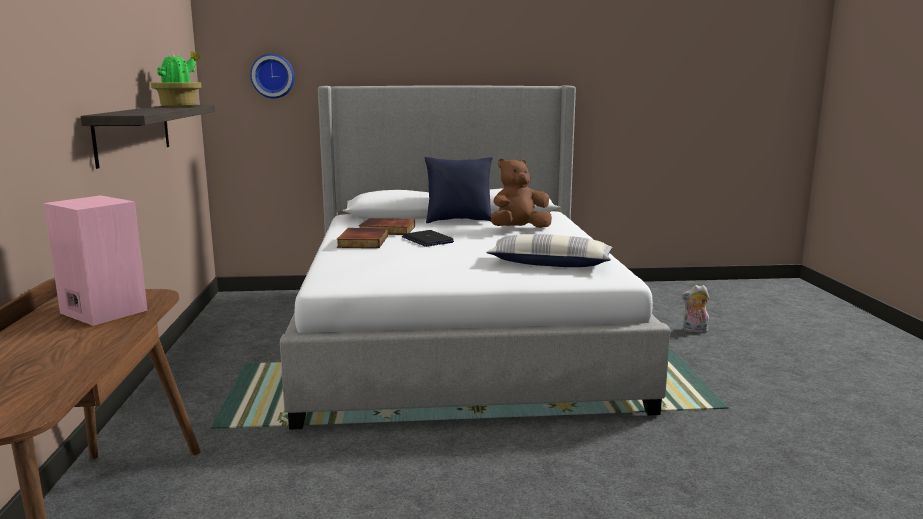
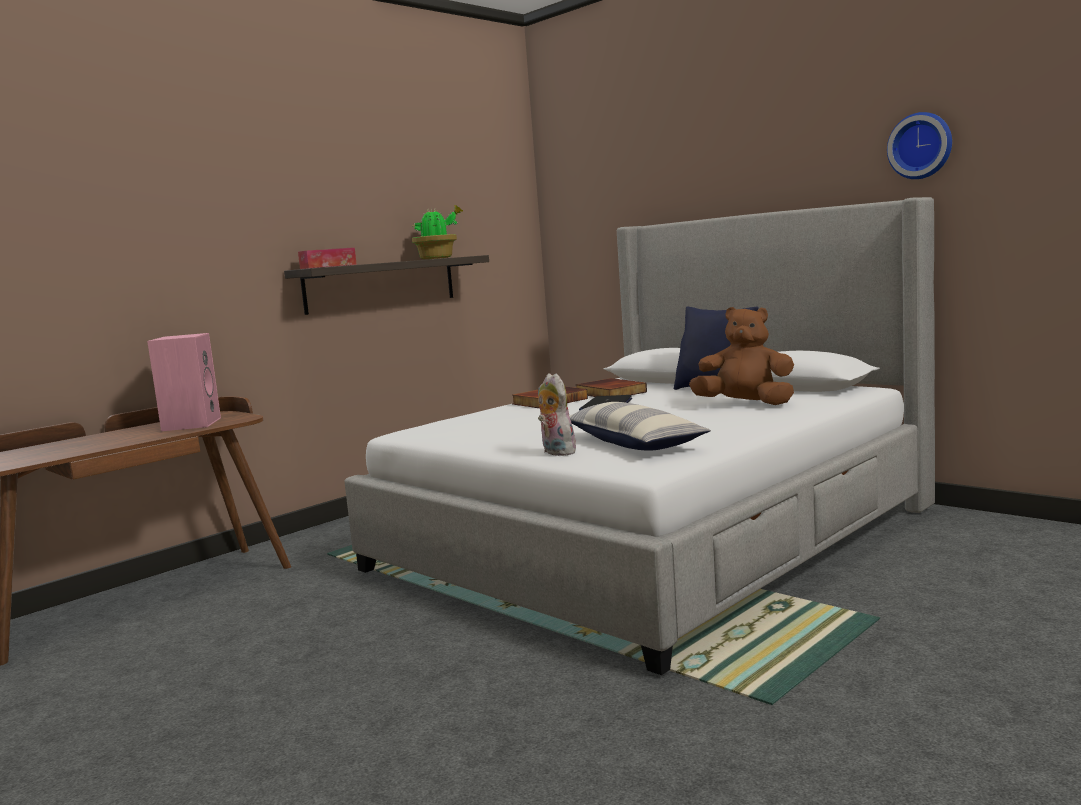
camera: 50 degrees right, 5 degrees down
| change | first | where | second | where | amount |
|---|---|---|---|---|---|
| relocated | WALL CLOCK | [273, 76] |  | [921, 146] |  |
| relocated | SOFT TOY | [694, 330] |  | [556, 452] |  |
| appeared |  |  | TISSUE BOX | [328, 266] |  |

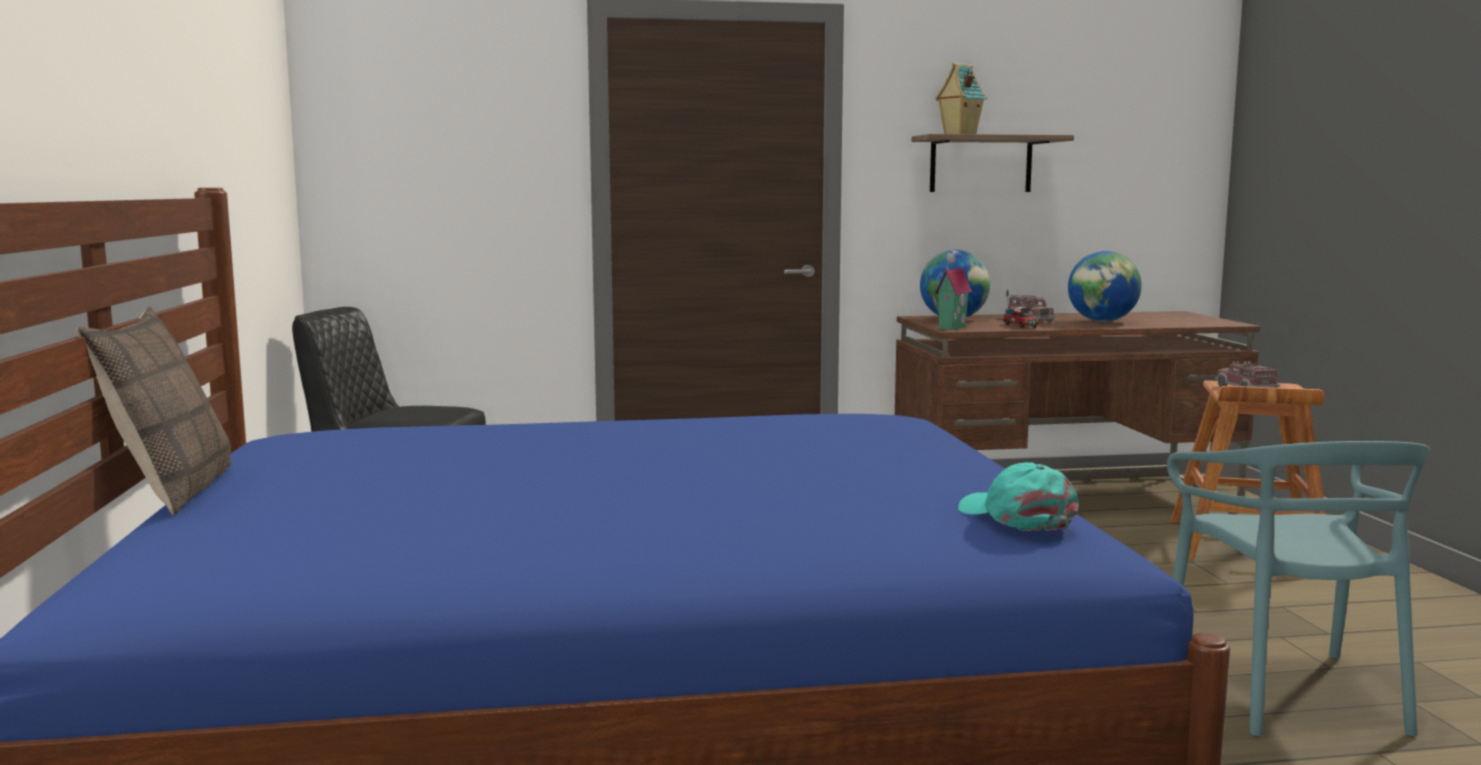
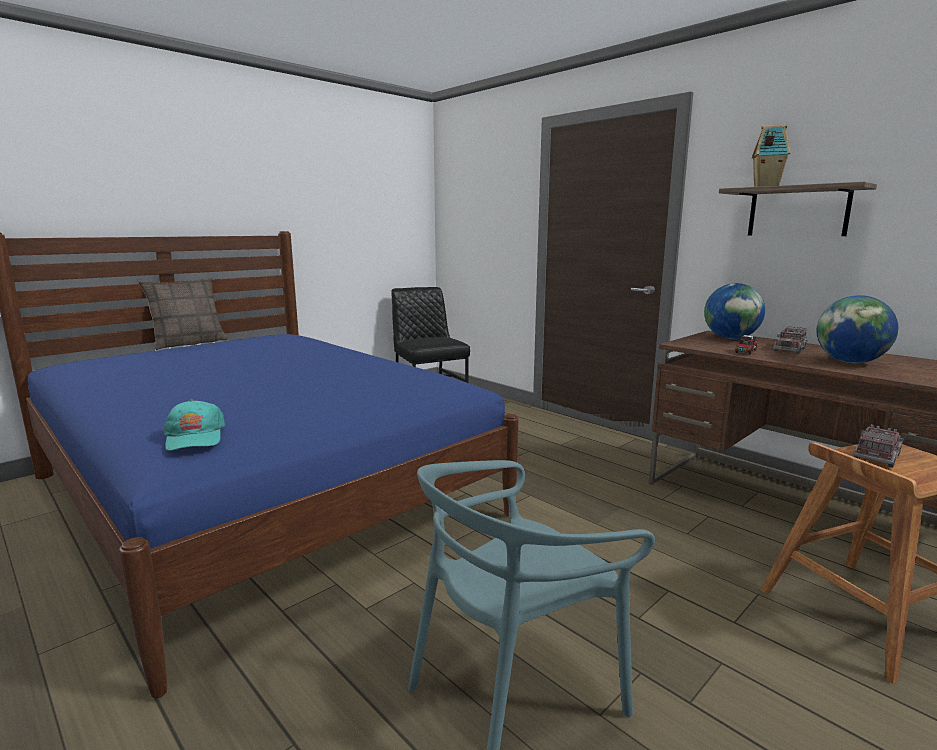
camera: 55 degrees right, 5 degrees up
| change | first | where | second | where | amount |
|---|---|---|---|---|---|
| missing | MODEL HOUSE | [950, 327] |  |  |  |
| spun | TURQUOISE-COLOURED PEAKED CAP | [1017, 517] |  | [195, 437] | 135 degrees clockwise |

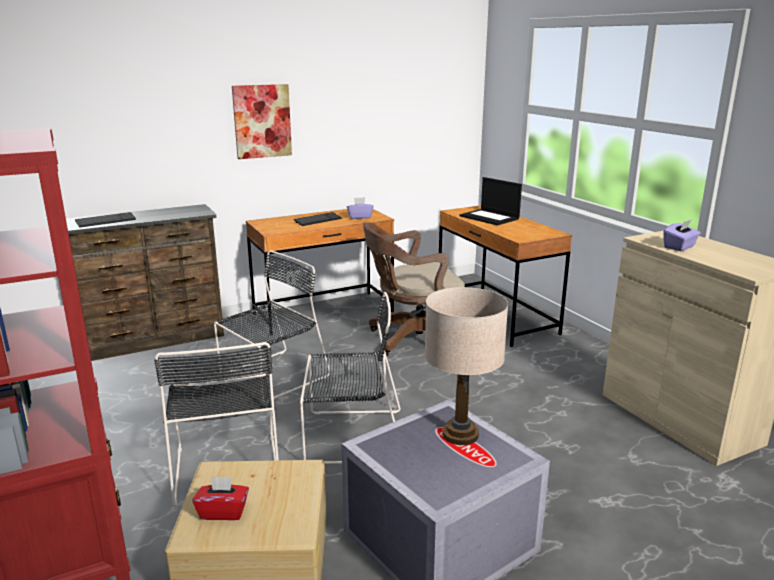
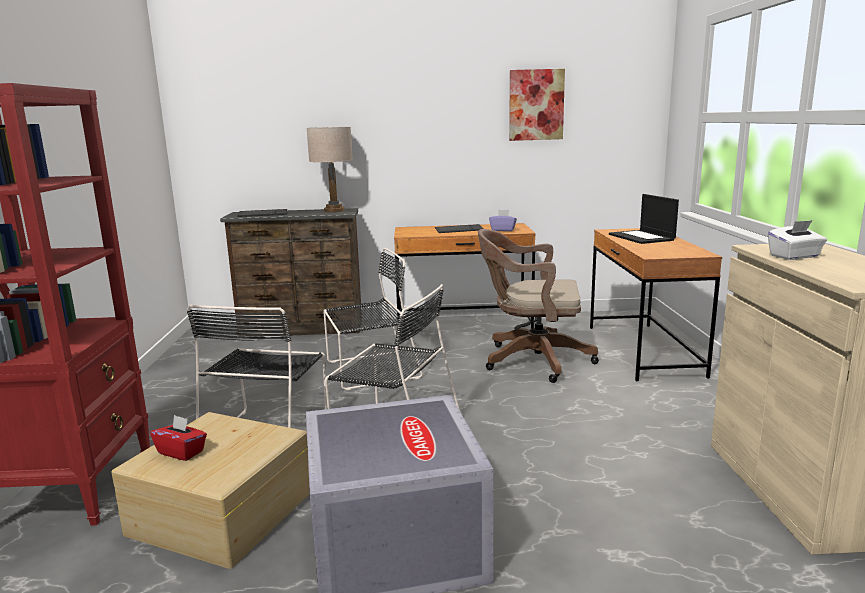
camera: 25 degrees right, 5 degrees down
| change | first | where | second | where | amount |
|---|---|---|---|---|---|
| relocated | PICTURE | [262, 121] |  | [536, 105] |  |
| colour | PURPLE TISSUE BOX | [679, 247] | WHITE-COLOURED TISSUE BOX | [794, 256] |  |
| relocated | BEIGE TABLE LAMP | [460, 435] |  | [334, 210] |  |

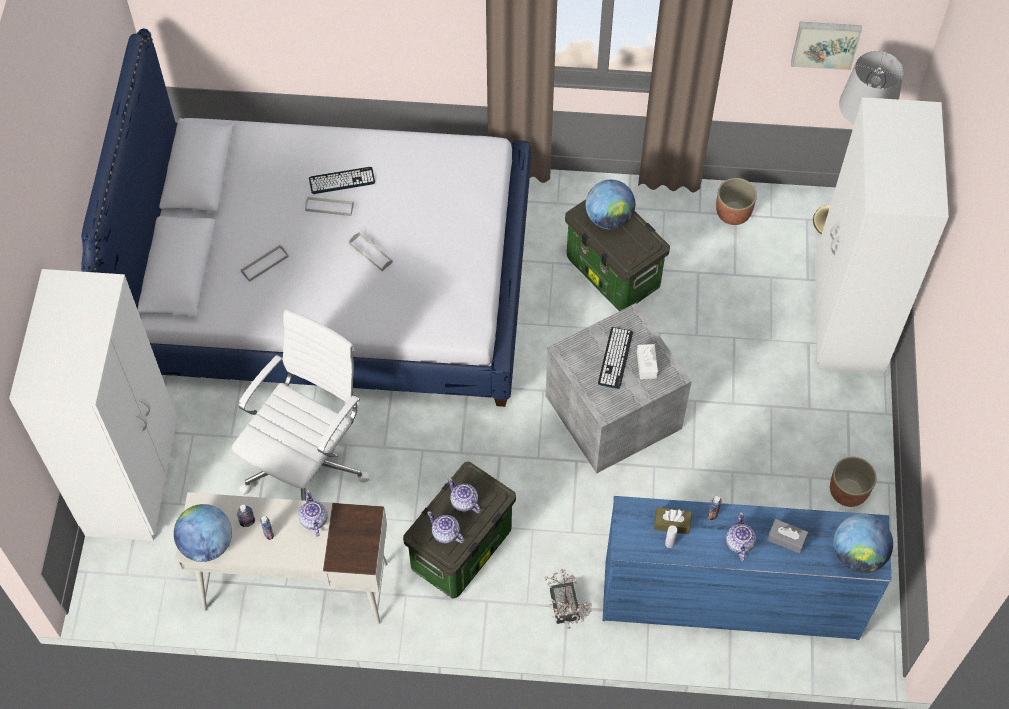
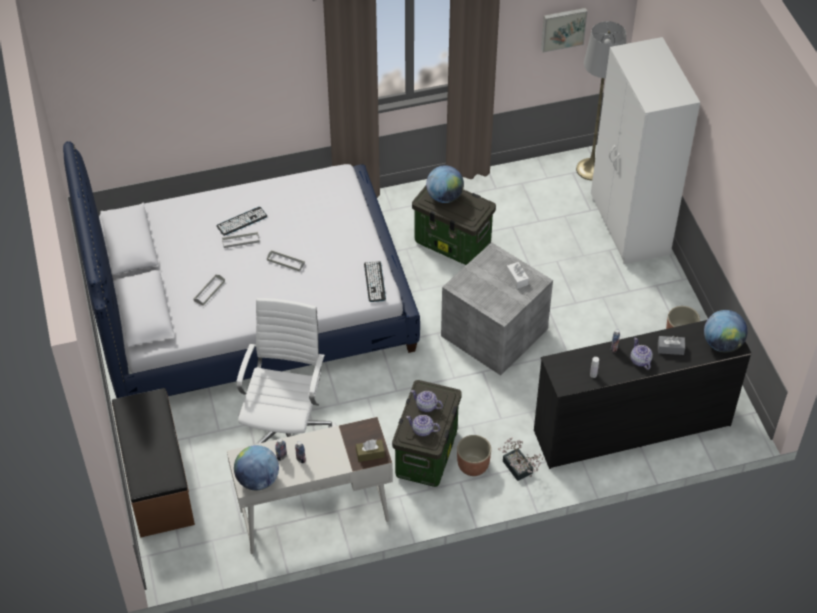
camera: 20 degrees left, 10 degrees down
| change | first | where | second | where | amount |
|---|---|---|---|---|---|
| relocated | FLOWER POT | [733, 213] |  | [472, 465] |  |
| exchanged | WHITE-COLOURED ARMOIRE | [133, 478] | BROWN INDOOR BENCH | [156, 480] |  |
| relocated | COMPUTER KEYBOARD | [615, 358] |  | [374, 282] |  |
| missing | POT FOR TEA | [313, 520] |  |  |  |
| colour | BLUISH DRESSER | [729, 599] | BLACK-COLOURED DRESSER | [631, 427] |  |
| relocated | BROWN TISSUE BOX | [672, 523] |  | [370, 454] |  |

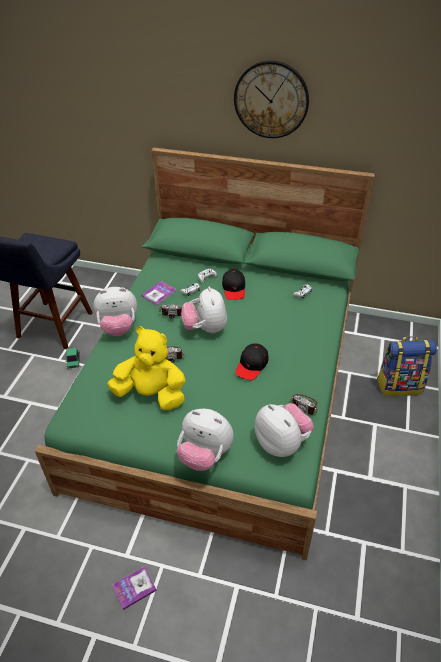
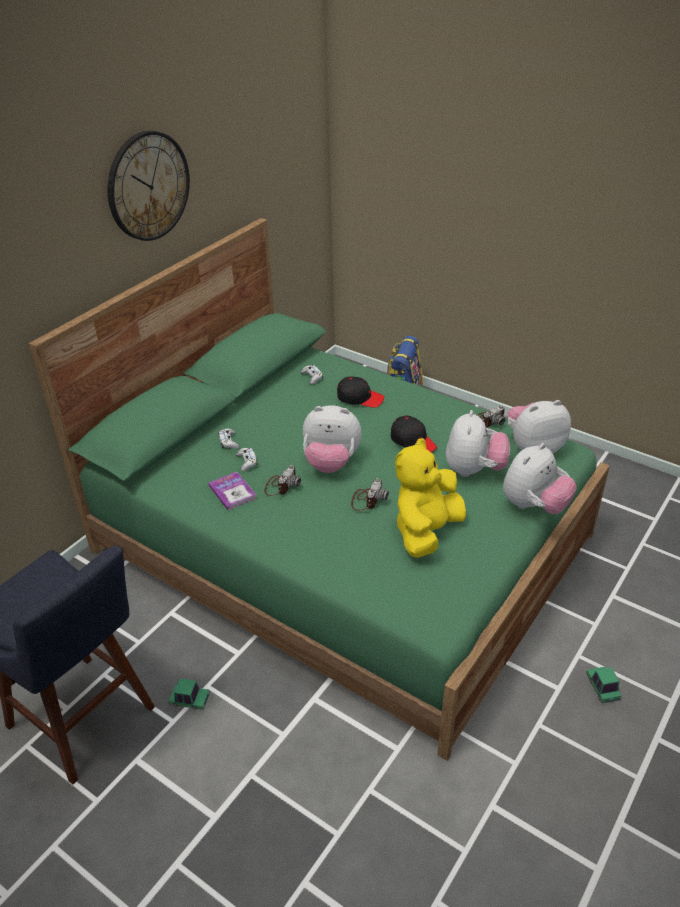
camera: 70 degrees left, 5 degrees down
| change | first | where | second | where | amount |
|---|---|---|---|---|---|
| relocated | BLACK-COLOURED PEAKED CAP | [234, 288] |  | [359, 398] |  |
| relocated | SOFT TOY | [118, 327] |  | [474, 470] |  |
| exchanged | VOLUME | [134, 588] | TOY CAR | [602, 688] |  |

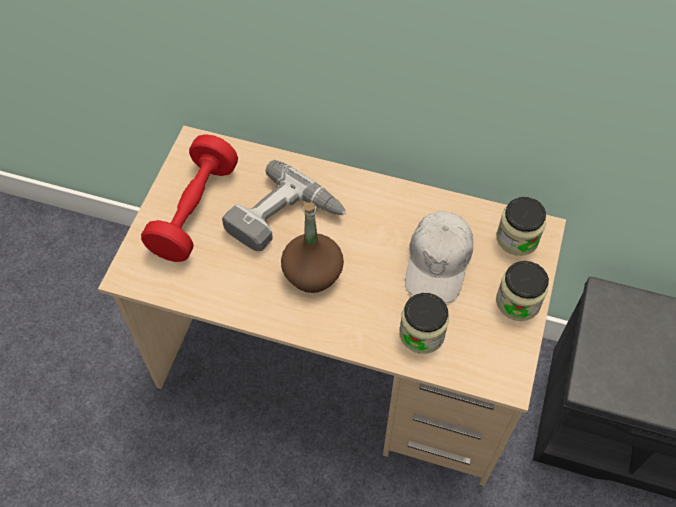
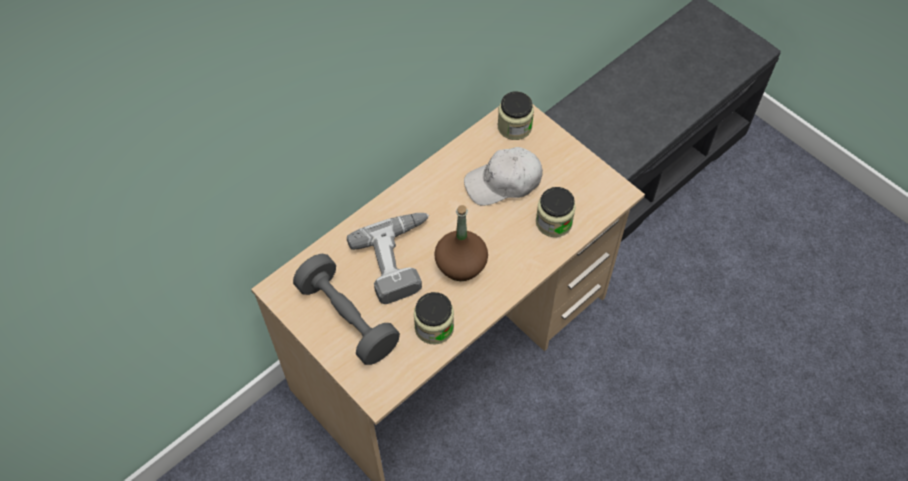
camera: 60 degrees left, 0 degrees up
| change | first | where | second | where | amount |
|---|---|---|---|---|---|
| colour | REDDISH HAND WEIGHT | [194, 211] | GRAY HAND WEIGHT | [347, 318] |  |
| spun | WHITE-COLOURED PEAKED CAP | [438, 262] |  | [503, 182] | 120 degrees clockwise |
| relocated | JAR | [518, 302] |  | [434, 327] |  |

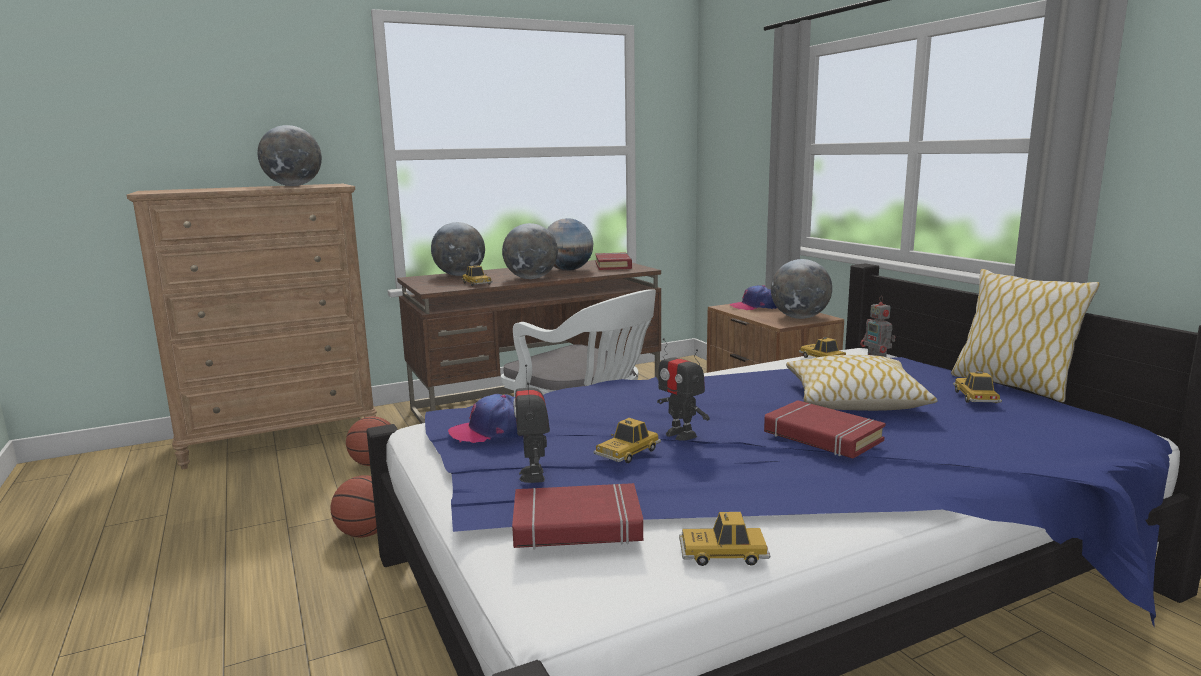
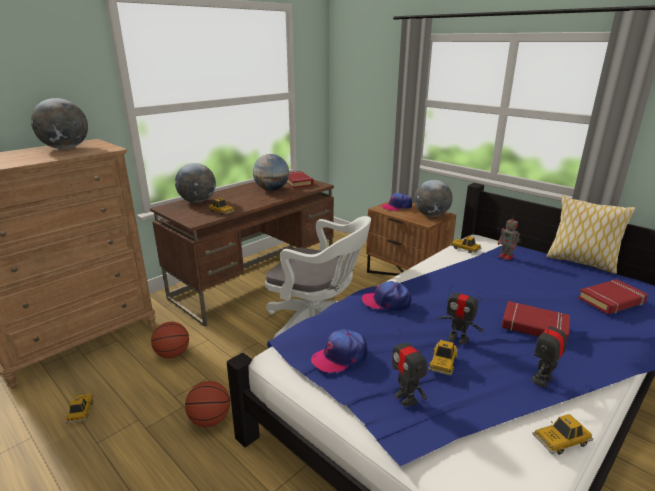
camera: 20 degrees left, 10 degrees up
| change | first | where | second | where | amount |
|---|---|---|---|---|---|
| missing | DESK GLOBE | [531, 278] |  |  |  |
| missing | PILLOW | [853, 400] |  |  |  |
| relocated | TOY CAR | [975, 397] |  | [81, 411] |  |
| relocated | REDDISH VOLUME | [577, 526] |  | [611, 301] |  |
| appeared |  |  | PEAKED CAP | [386, 302] |  |
| appeared |  |  | MODEL ROBOT | [542, 380] |  |

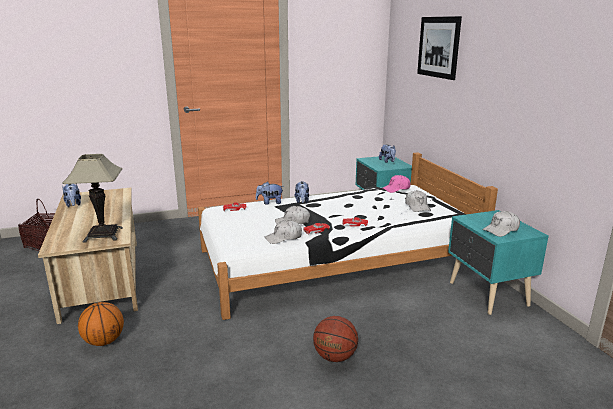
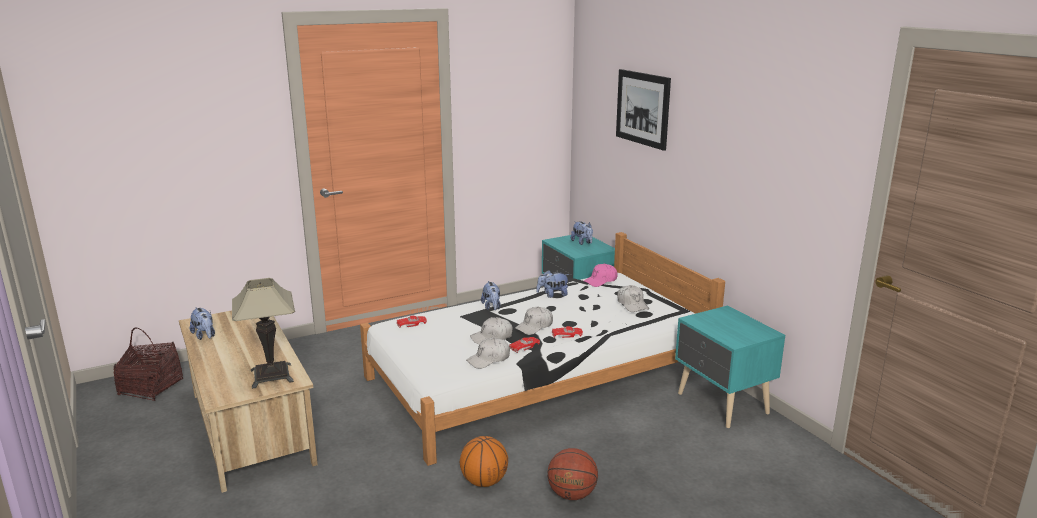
camera: 10 degrees left, 0 degrees up
| change | first | where | second | where | amount |
|---|---|---|---|---|---|
| relocated | SOFT TOY | [270, 202] |  | [552, 295] |  |
| relocated | WHITE-COLOURED PEAKED CAP | [501, 230] |  | [534, 327] |  |
| relocated | BASKETBALL | [104, 341] |  | [484, 481] |  |

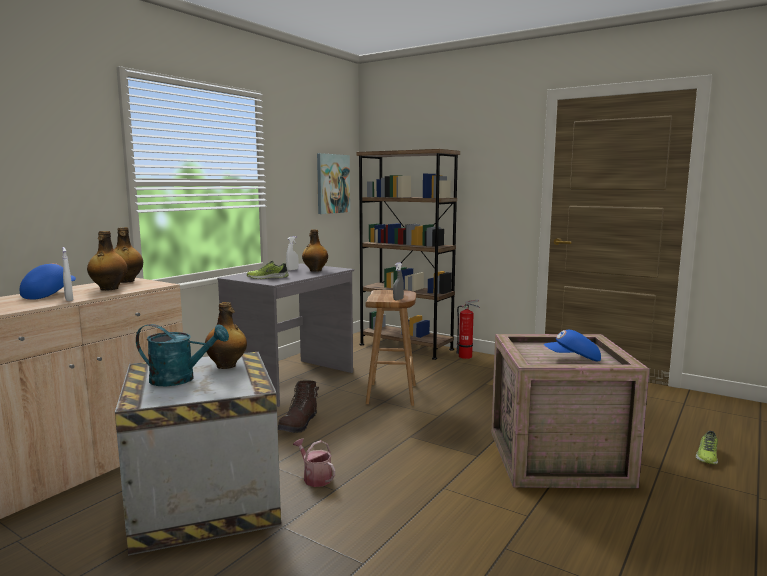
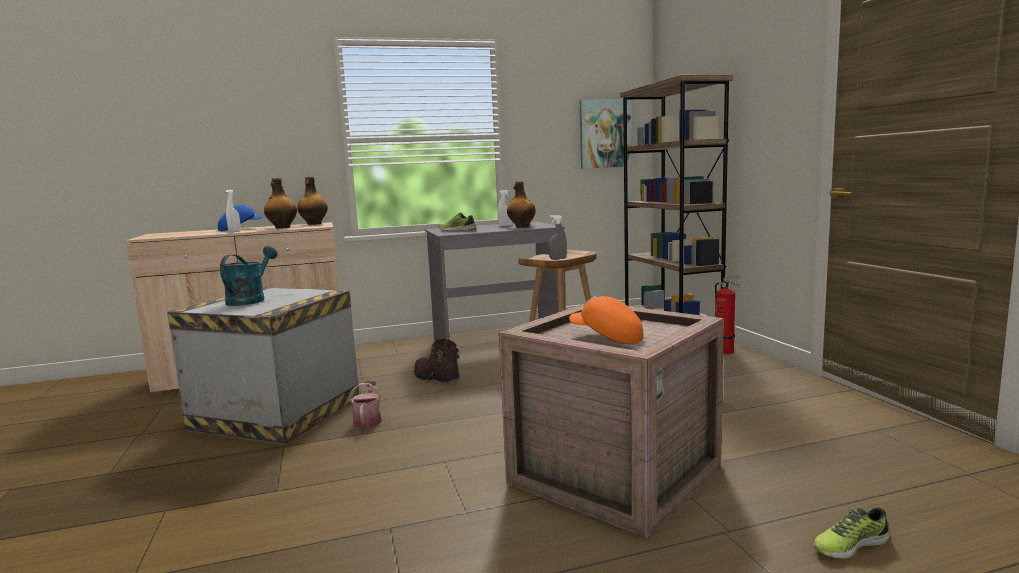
camera: 40 degrees right, 0 degrees up
| change | first | where | second | where | amount |
|---|---|---|---|---|---|
| missing | DRINK BOTTLE | [227, 366] |  |  |  |
| spun | TURQUOISE-COLOURED WATERING CAN | [180, 379] |  | [250, 300] | 120 degrees counterclockwise |
| colour | BLUISH PEAKED CAP | [573, 359] | ORANGE-COLOURED PEAKED CAP | [606, 338] |  |
| spun | BROWN TALL BOOT | [299, 424] |  | [436, 378] | 75 degrees clockwise |

